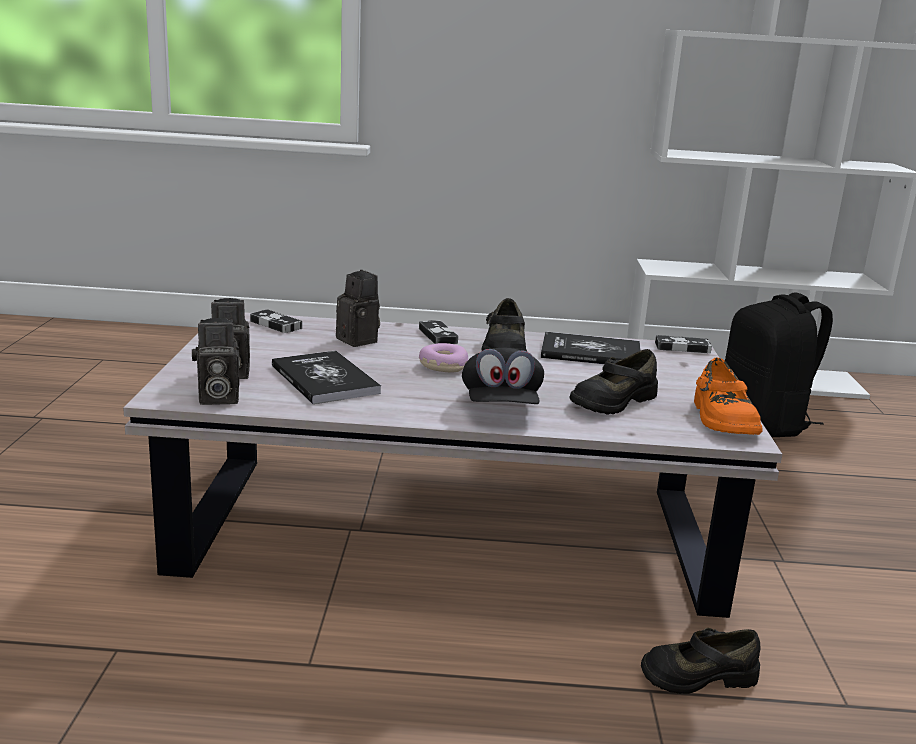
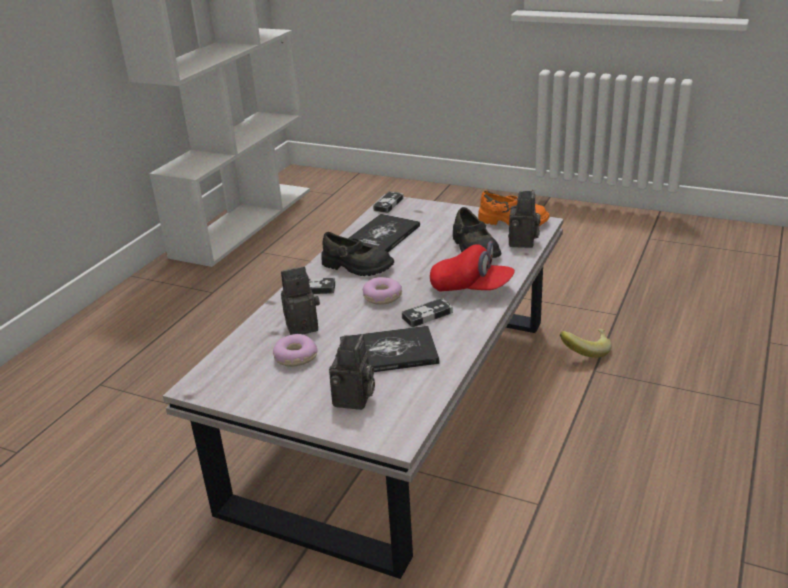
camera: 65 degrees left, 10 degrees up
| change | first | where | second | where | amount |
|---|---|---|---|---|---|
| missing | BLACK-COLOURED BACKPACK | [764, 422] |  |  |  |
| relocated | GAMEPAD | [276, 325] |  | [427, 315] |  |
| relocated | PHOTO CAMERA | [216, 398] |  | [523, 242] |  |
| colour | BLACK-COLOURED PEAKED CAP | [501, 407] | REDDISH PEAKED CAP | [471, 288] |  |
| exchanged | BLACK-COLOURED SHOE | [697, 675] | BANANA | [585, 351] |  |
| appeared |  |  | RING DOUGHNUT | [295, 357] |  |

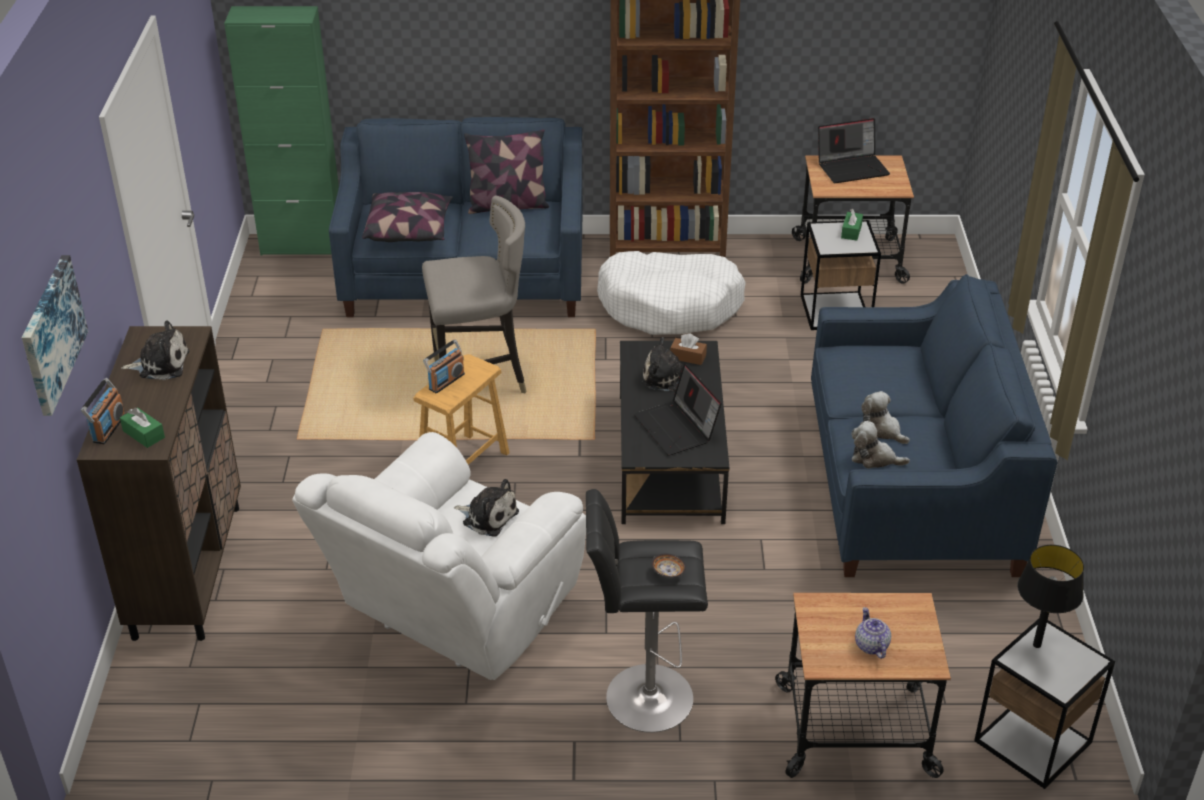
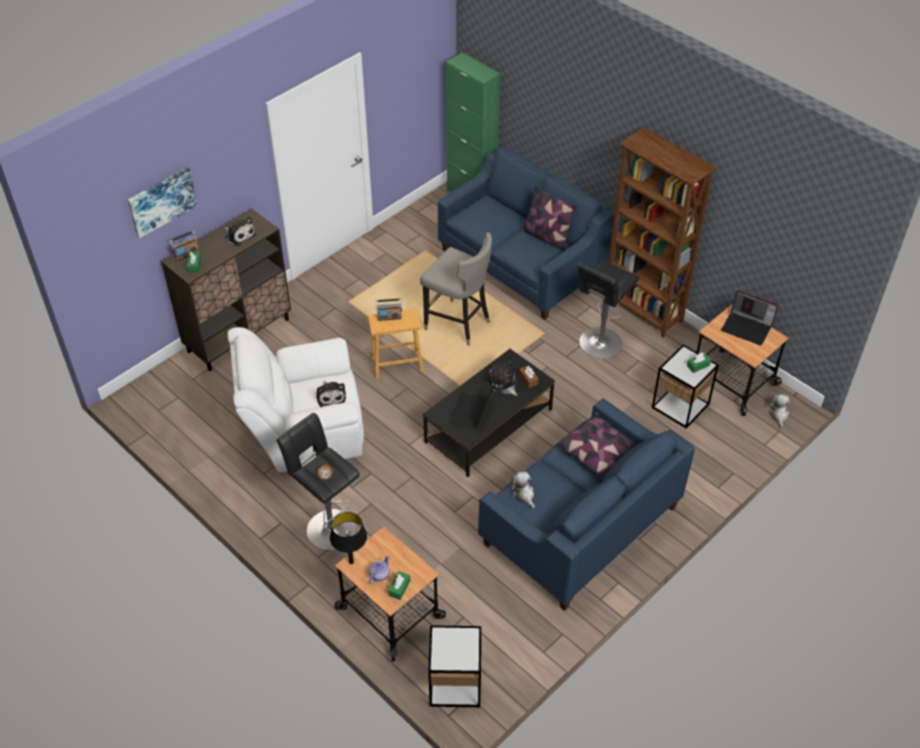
camera: 45 degrees right, 10 degrees up
| change | first | where | second | where | amount |
|---|---|---|---|---|---|
| relocated | PILLOW | [409, 230] |  | [597, 452] |  |
| exchanged | WHITE-COLOURED DOG BED | [670, 306] | BLACK-COLOURED STOOL | [599, 345] |  |
| relocated | SOFT TOY | [882, 430] |  | [778, 415] |  |
| relocated | BLACK-COLOURED TABLE LAMP | [1036, 645] |  | [351, 562] |  |
| appeared |  |  | GREEN TISSUE BOX | [399, 588] |  |

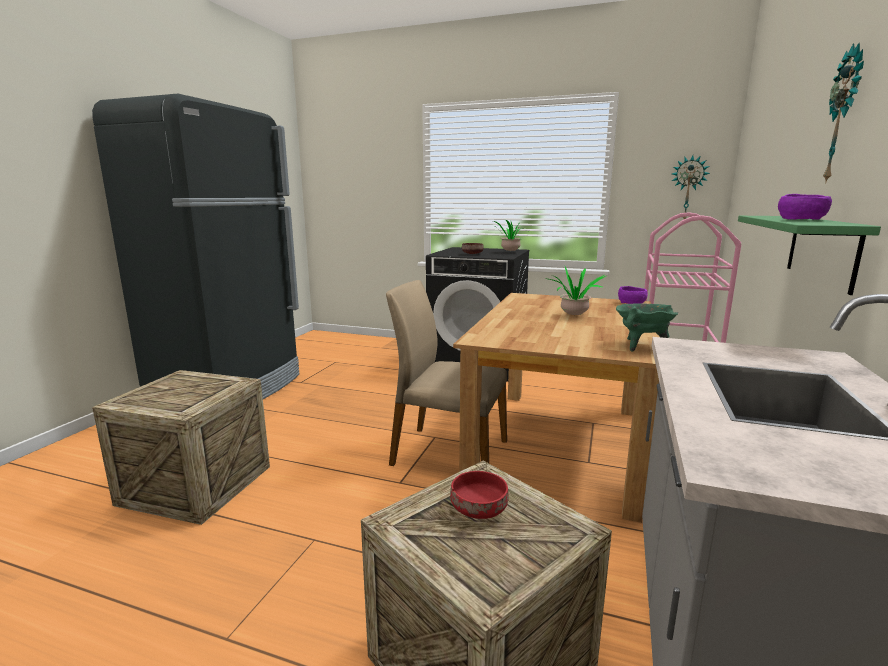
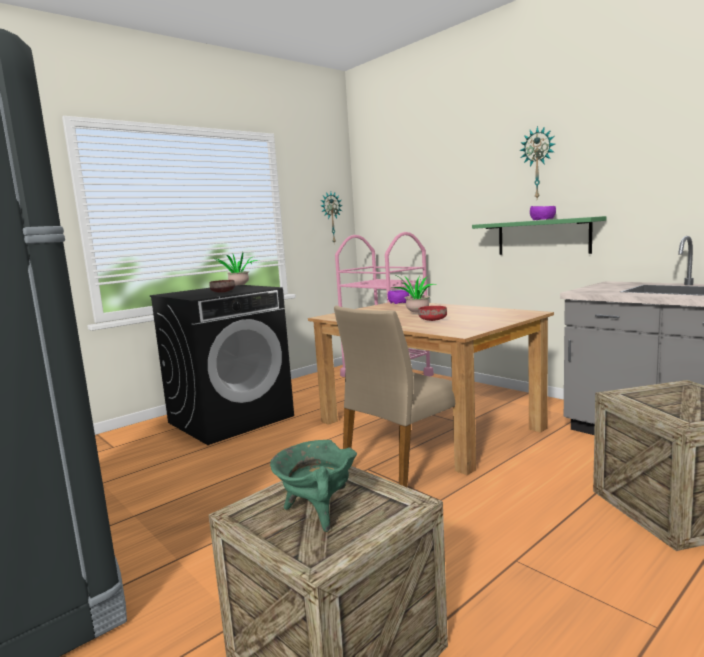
camera: 60 degrees left, 5 degrees down
| change | first | where | second | where | amount |
|---|---|---|---|---|---|
| relocated | GREEN STOCKPOT | [641, 346] |  | [317, 512] |  |
| relocated | REDDISH DEEP DISH | [480, 509] |  | [433, 320] |  |

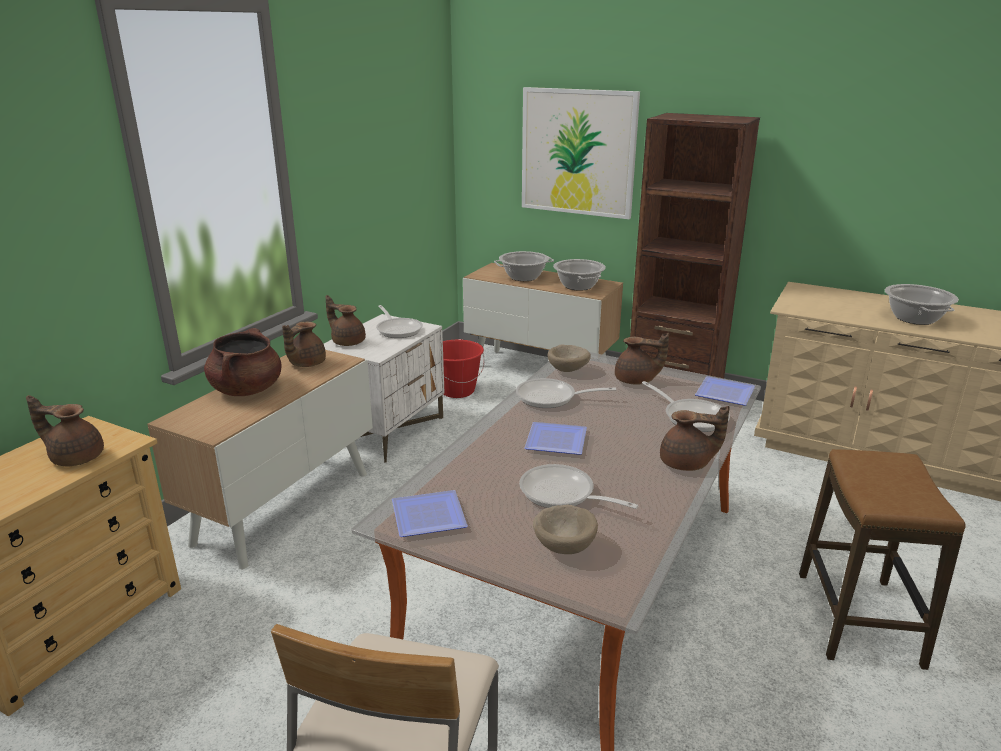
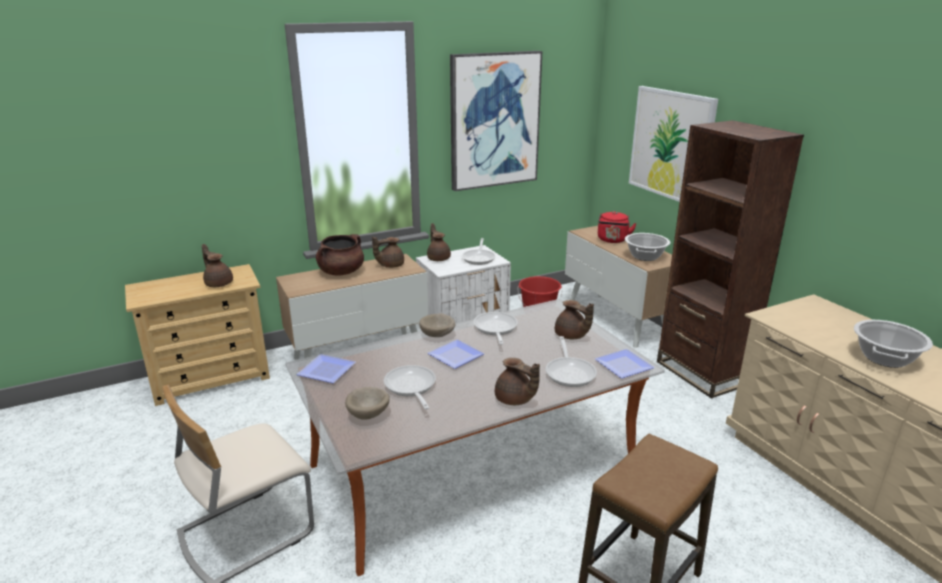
camera: 35 degrees right, 0 degrees up
| change | first | where | second | where | amount |
|---|---|---|---|---|---|
| exchanged | STOCKPOT | [523, 277] | REDDISH TEA KETTLE | [612, 240] |  |
| relocated | BEIGE DEEP DISH | [569, 370] |  | [438, 335] |  |
| spun | SKILLET | [551, 398] |  | [495, 329] | 45 degrees clockwise |
| appeared |  |  | PICTURE | [494, 120] |  |

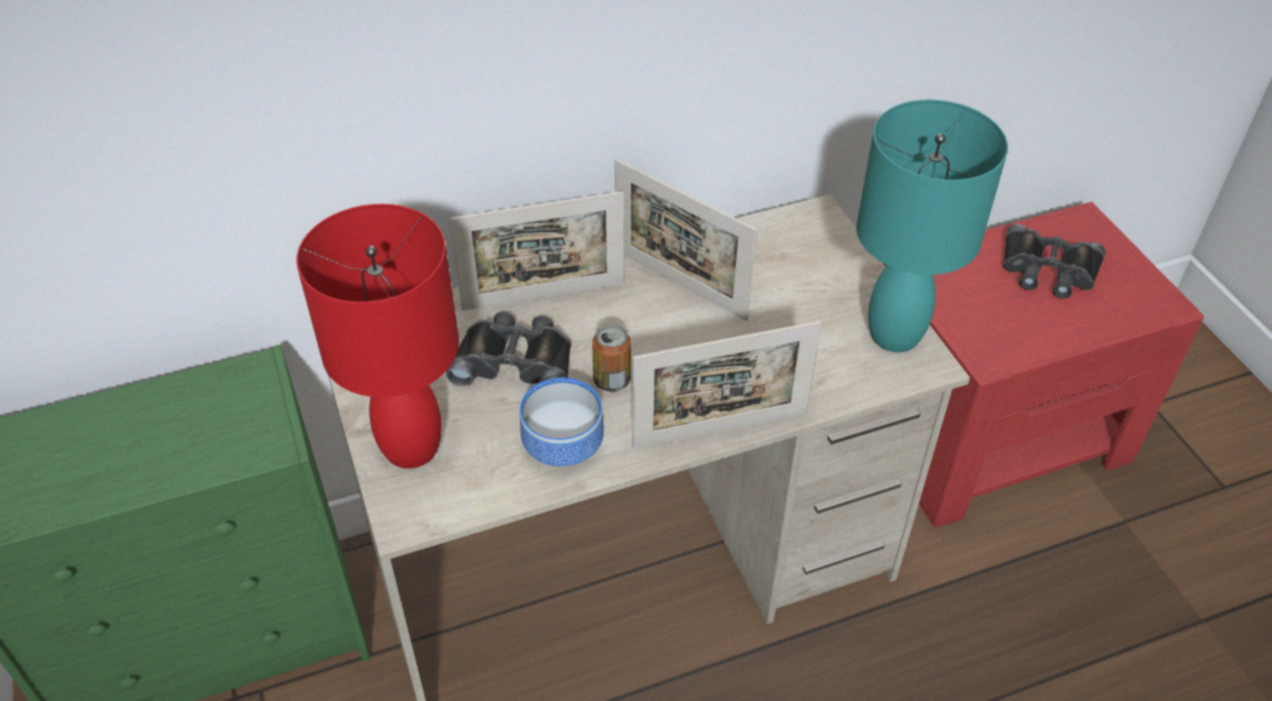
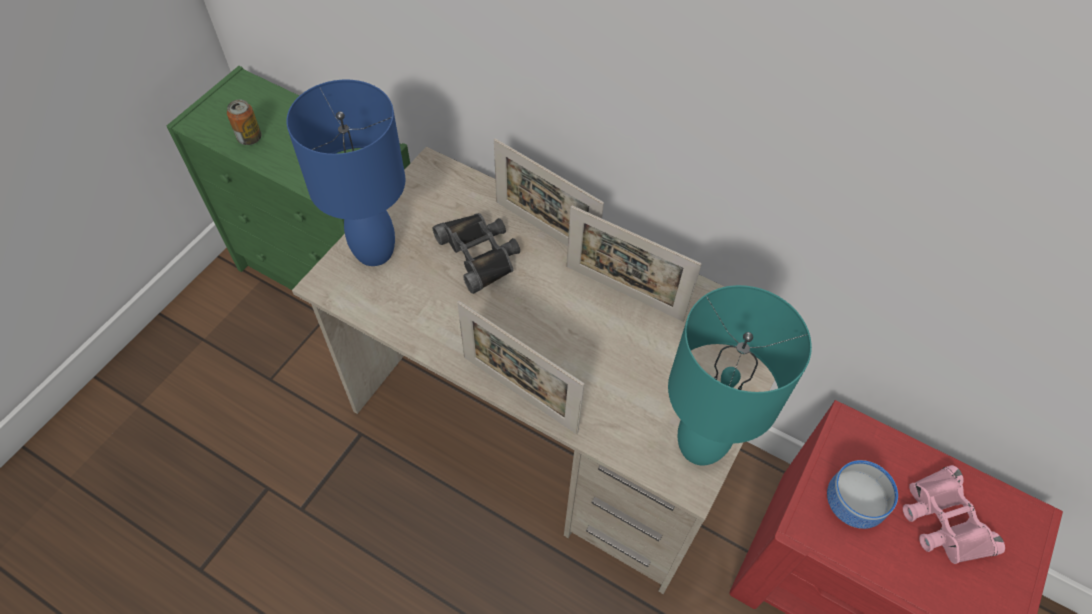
camera: 50 degrees right, 10 degrees up
| change | first | where | second | where | amount |
|---|---|---|---|---|---|
| spun | PHOTO FRAME | [680, 284] |  | [624, 293] | 60 degrees counterclockwise |
| colour | REDDISH TABLE LAMP | [413, 447] | BLUISH TABLE LAMP | [375, 252] |  |
| colour | BLACK-COLOURED FIELD GLASSES | [1048, 270] | PINK FIELD GLASSES | [943, 521] |  |
| relocated | SEALED CAN | [612, 380] |  | [250, 138] |  |
| relocated | DEEP DISH | [565, 447] |  | [853, 506] |  |

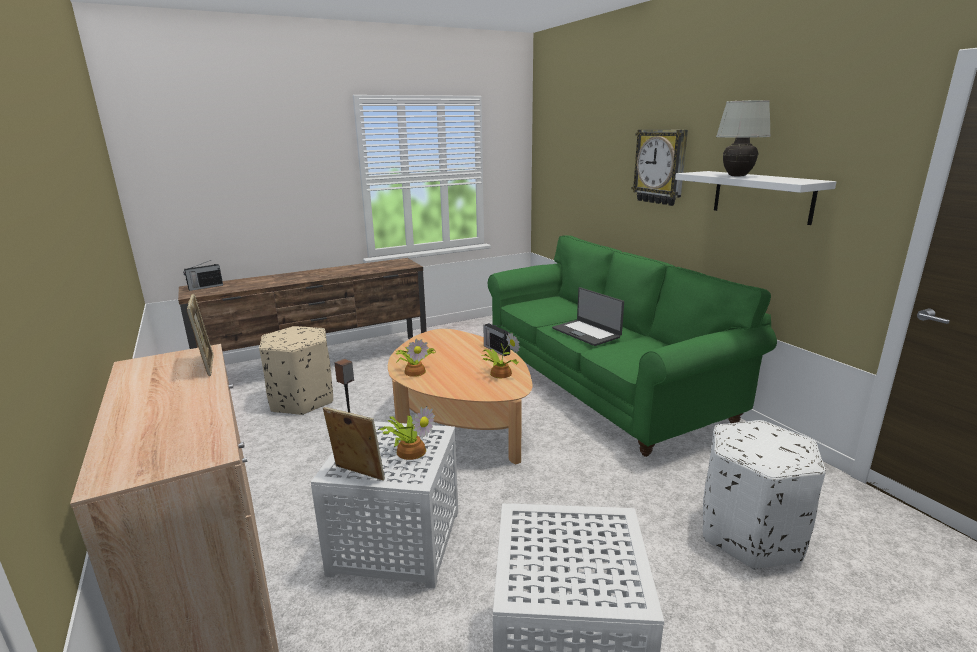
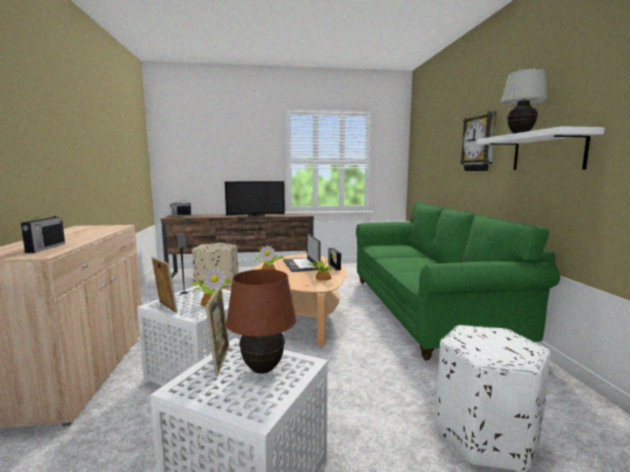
camera: 20 degrees right, 10 degrees down
| change | first | where | second | where | amount |
|---|---|---|---|---|---|
| relocated | PORTABLE COMPUTER | [586, 332] |  | [301, 265] |  |
| relocated | PHOTO FRAME | [208, 365] |  | [220, 360] |  |
| appeared |  |  | TELEVISION | [255, 215] |  |
| appeared |  |  | RADIO RECEIVER | [45, 248] |  |
| appeared |  |  | BROWN TABLE LAMP | [262, 369] |  |

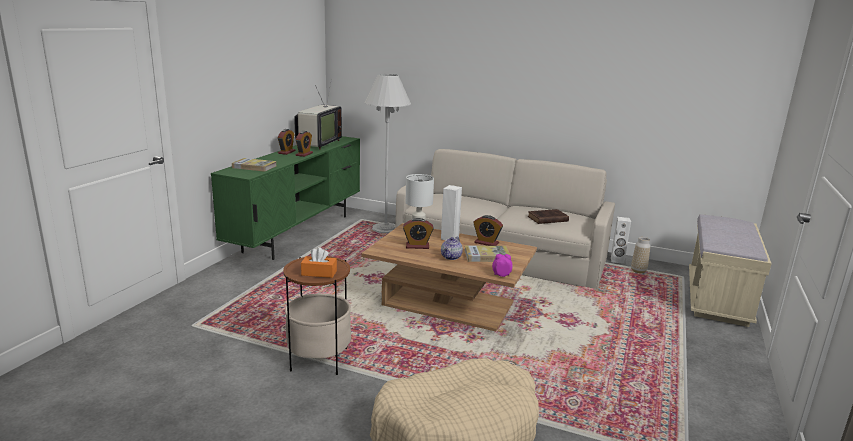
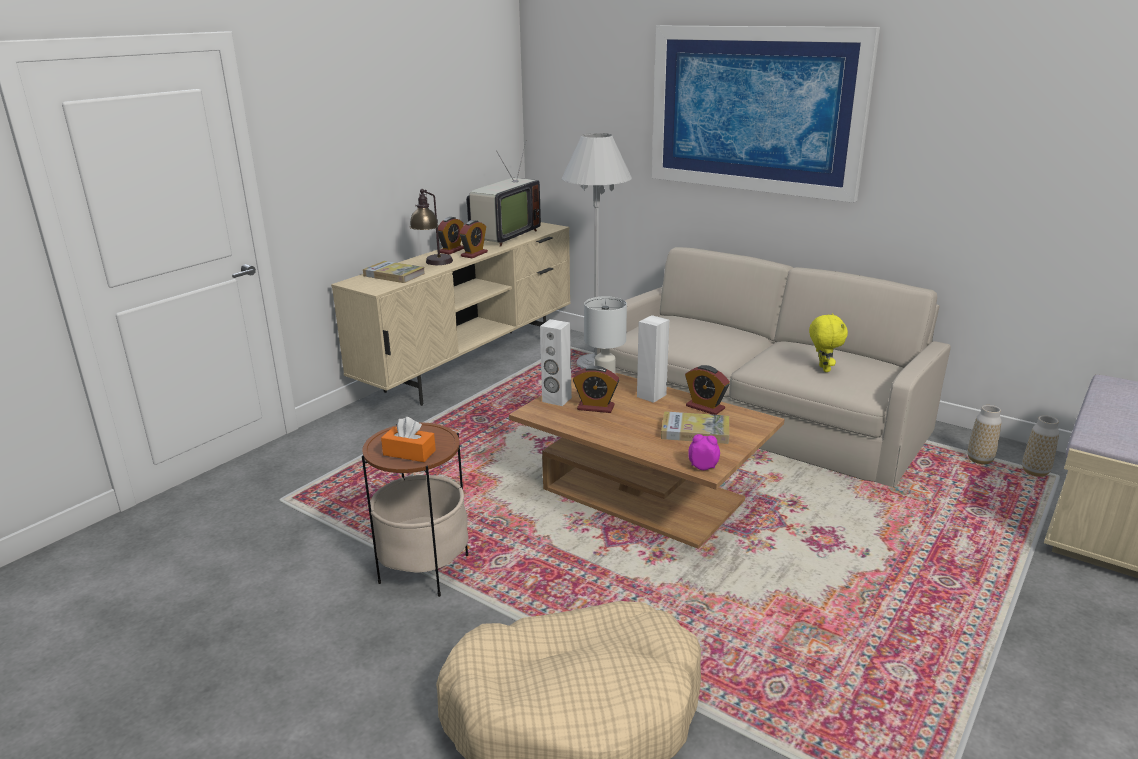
camera: 15 degrees right, 5 degrees up
| change | first | where | second | where | amount |
|---|---|---|---|---|---|
| colour | GREEN TV UNIT | [298, 233] | BEIGE TV UNIT | [471, 365] |  |
| exchanged | BROWN VOLUME | [546, 219] | YELLOW SOFT TOY | [823, 369] |  |
| relocated | WHITE-COLOURED AUDIO SPEAKER | [617, 260] |  | [556, 400] |  |
| missing | POT FOR TEA | [451, 257] |  |  |  |
| appeared |  |  | PICTURE | [755, 110] |  |
| appeared |  |  | TABLE LAMP | [433, 264] |  |
| appeared |  |  | DECORATIVE VASE | [1035, 472] |  |

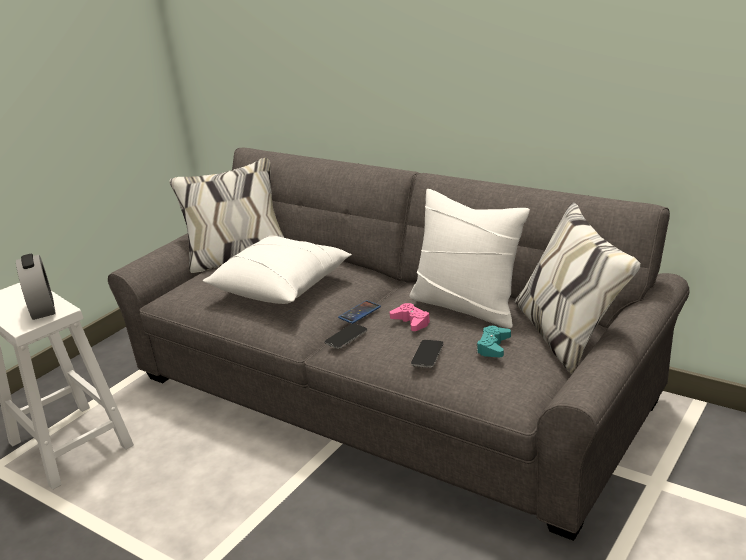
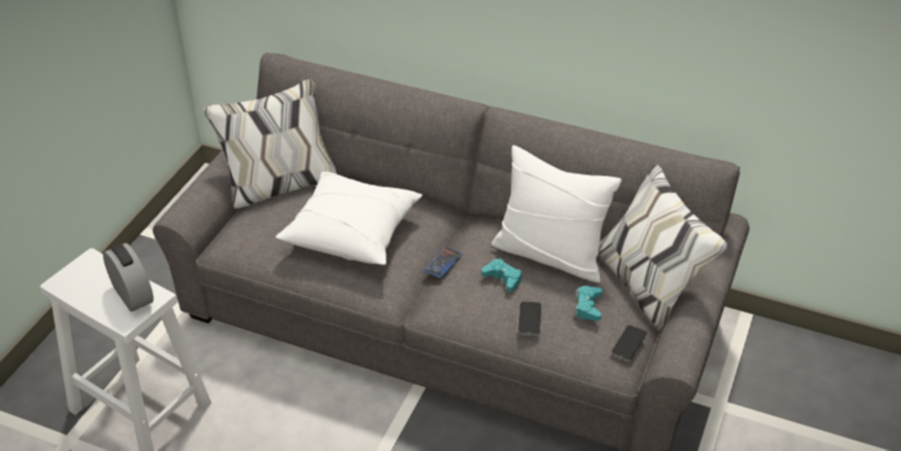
camera: 15 degrees left, 15 degrees up
| change | first | where | second | where | amount |
|---|---|---|---|---|---|
| colour | PINK GAMEPAD | [411, 322] | TURQUOISE-COLOURED GAMEPAD | [503, 278] |  |
| relocated | TELEPHONE | [346, 337] |  | [629, 344] |  |

